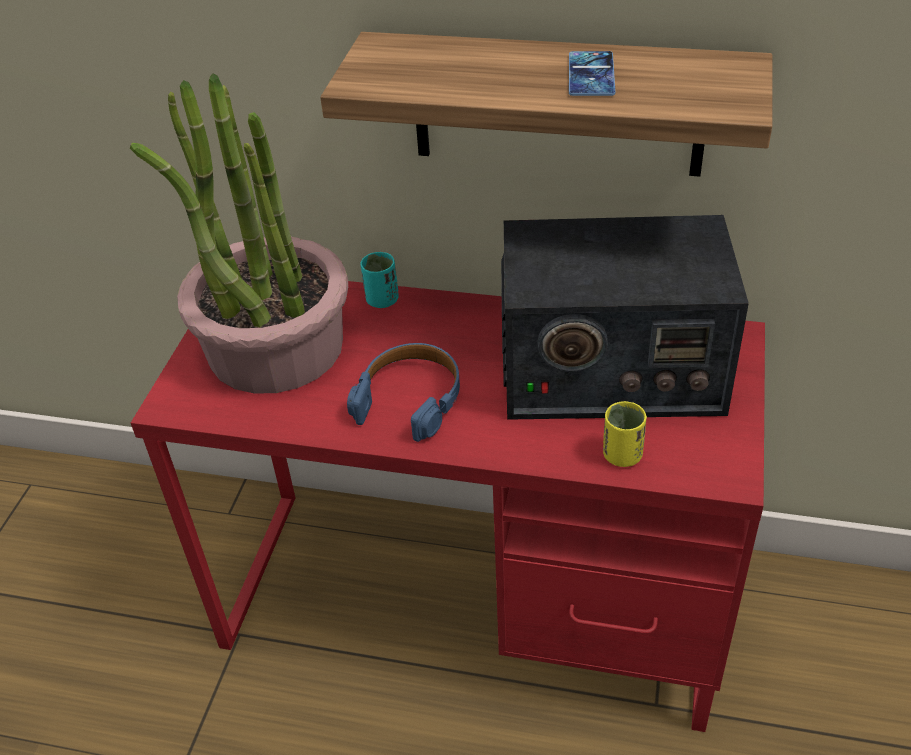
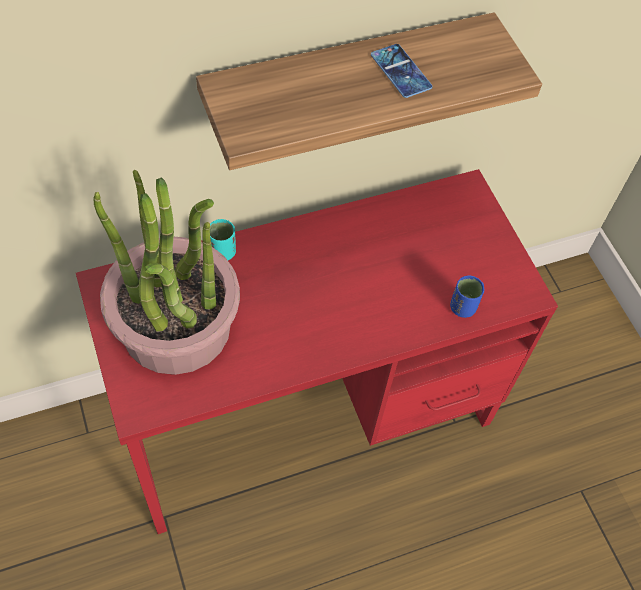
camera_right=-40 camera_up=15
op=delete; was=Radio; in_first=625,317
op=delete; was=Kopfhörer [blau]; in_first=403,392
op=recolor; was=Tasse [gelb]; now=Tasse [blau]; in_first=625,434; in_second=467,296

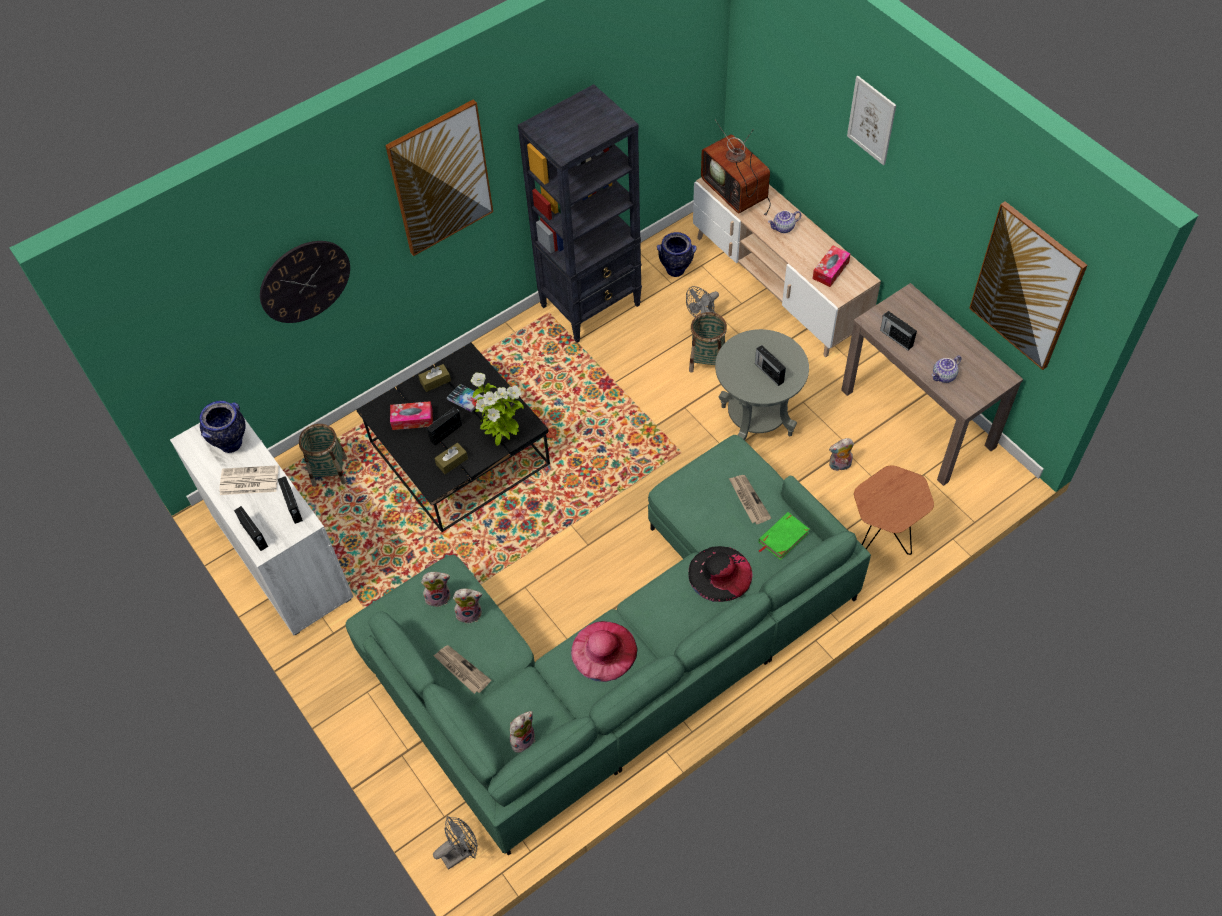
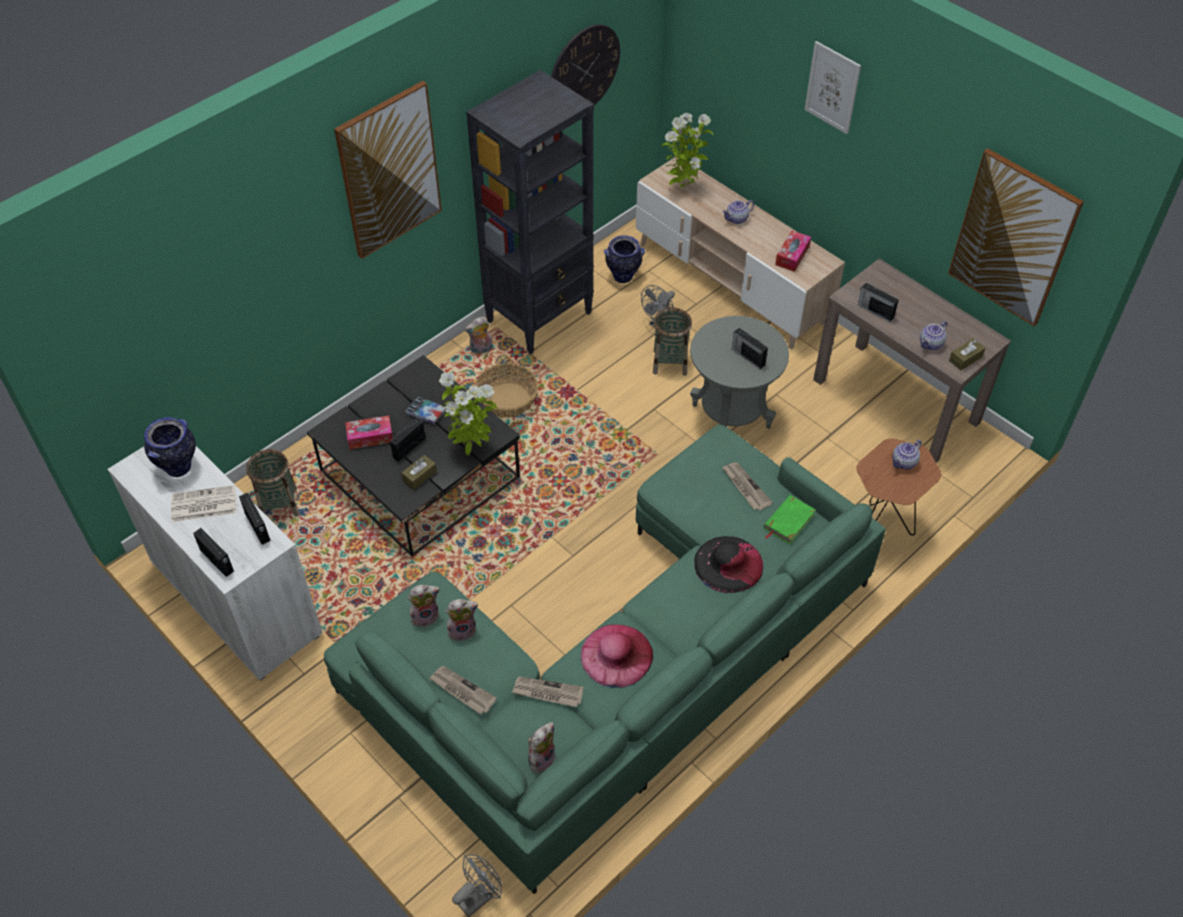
camera_right=-10 camera_up=-5
op=replace; was=Fernseher; now=Topfpflanze; in_first=736,168; in_second=687,151
op=move; was=Wanduhr; in_first=305,282; in_second=585,64
op=move; was=Taschentuchbox [braun]; in_first=434,378; in_second=967,354
op=move; was=Plüschtier; in_first=841,454; in_second=478,335
op=insert; now=Korb; in_second=507,390
op=insert; now=Teekanne; in_second=907,454
op=insert; now=Zeitung; in_second=548,692

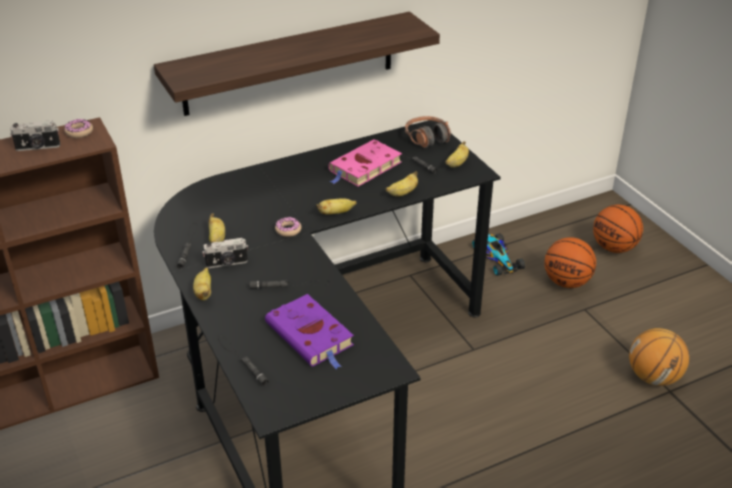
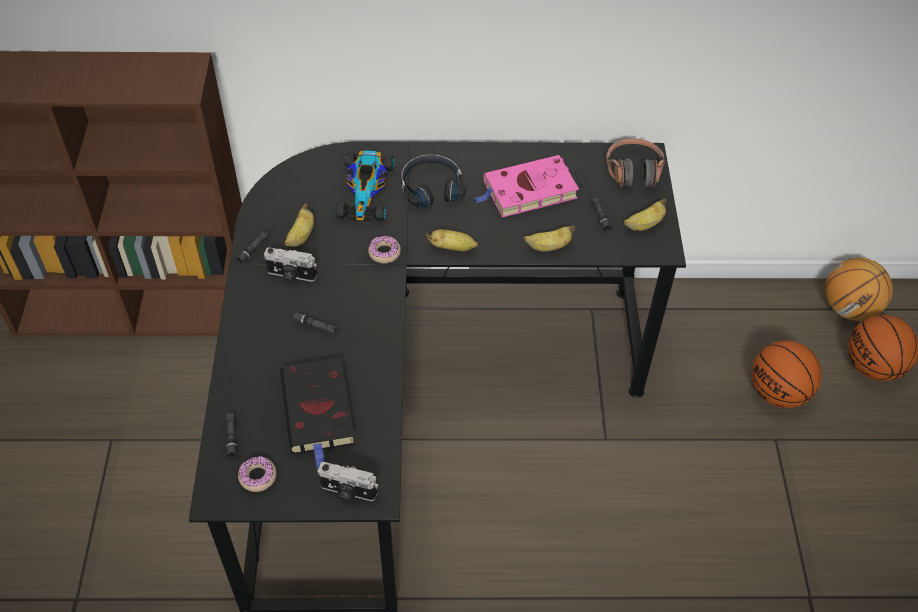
camera_right=25 camera_up=15
op=delete; was=Wandregal; in_first=297,64
op=move; was=Donut; in_first=78,128; in_second=257,474
op=move; was=Kamera; in_first=35,135; in_second=347,481
op=move; was=Spielzeugauto; in_first=498,254; in_second=364,186
op=delete; was=Banane; in_first=202,284
op=recolor; was=Buch [lila]; now=Buch [schwarz]; in_first=309,331; in_second=317,413
op=move; was=Basketball; in_first=659,357; in_second=859,289
op=insert; now=Kopfhörer [schwarz]; in_second=433,181

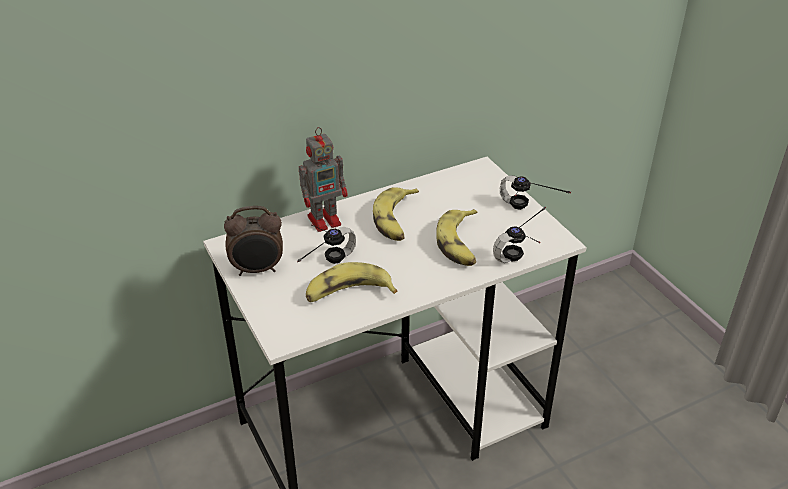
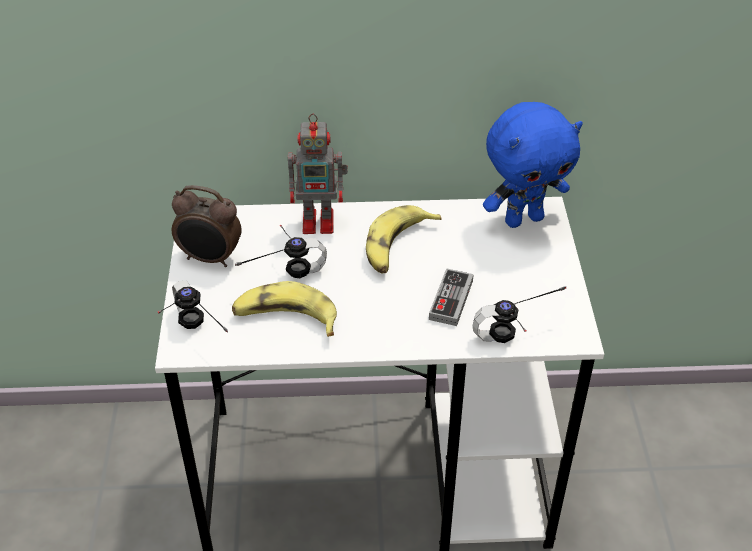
camera_right=25 camera_up=5
op=move; was=Kopfhörer; in_first=535,192; in_second=193,307
op=replace; was=Banane; now=Gamepad; in_first=457,237; in_second=451,297
op=insert; now=Plüschtier [blau]; in_second=533,165

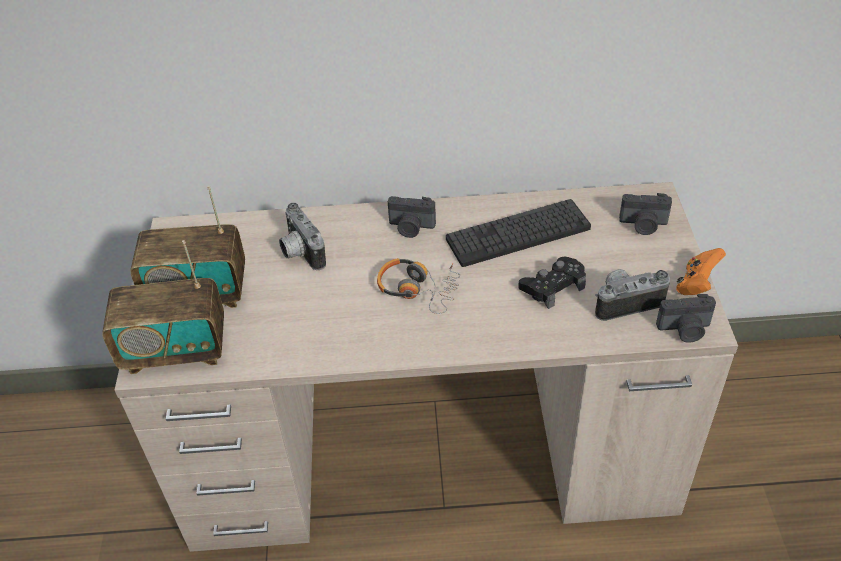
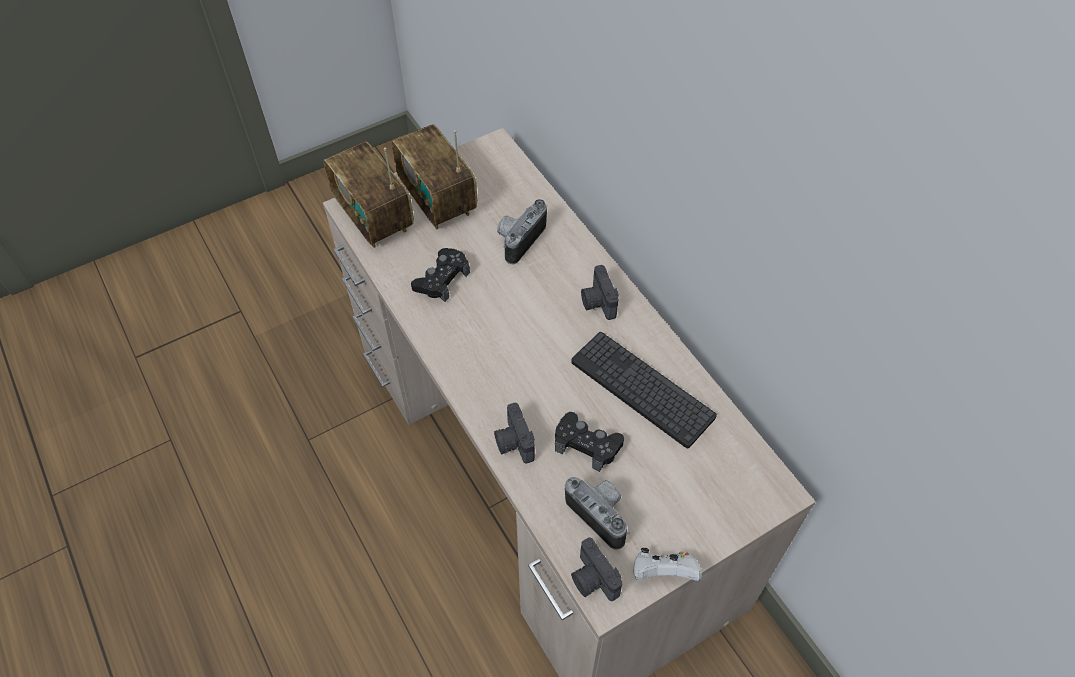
camera_right=60 camera_up=10
op=move; was=Kamera; in_first=645,214; in_second=514,433
op=recolor; was=Gamepad [orange]; now=Gamepad [weiß]; in_first=701,271; in_second=667,564
op=delete; was=Kopfhörer; in_first=418,286
op=insert; now=Gamepad [schwarz]; in_second=440,275

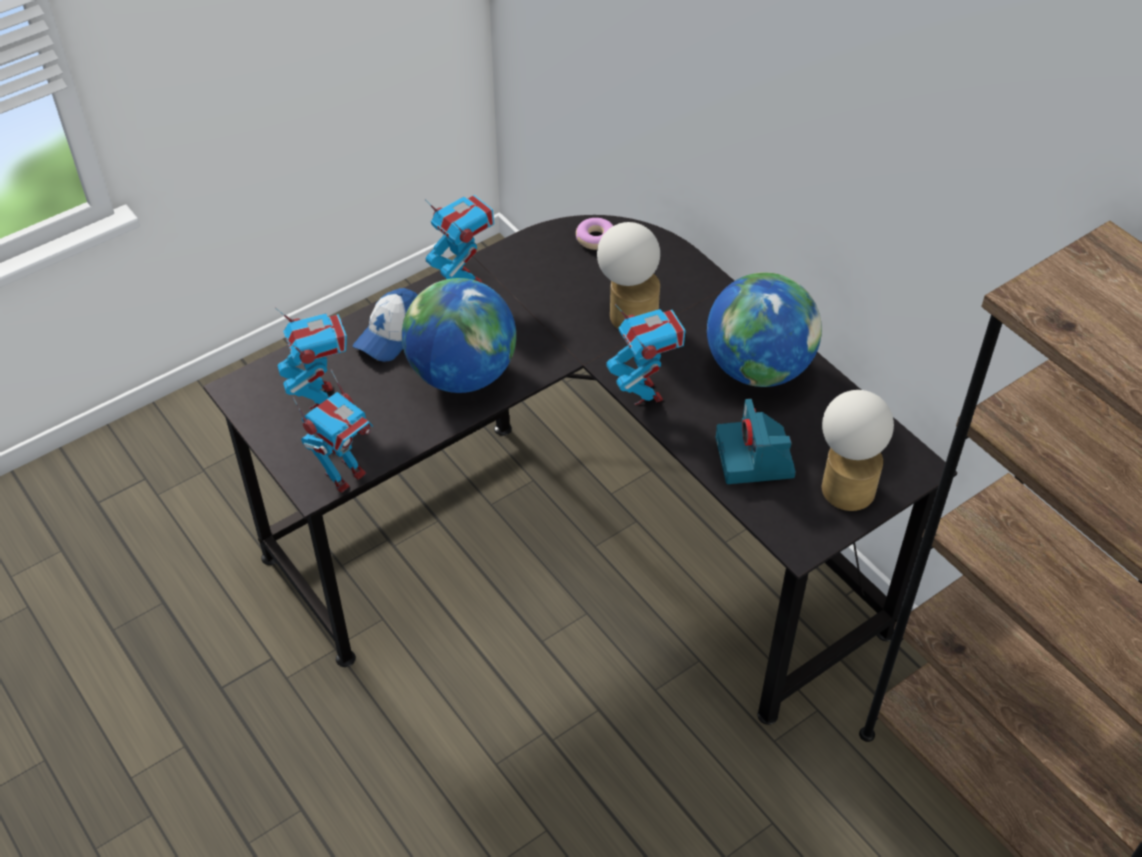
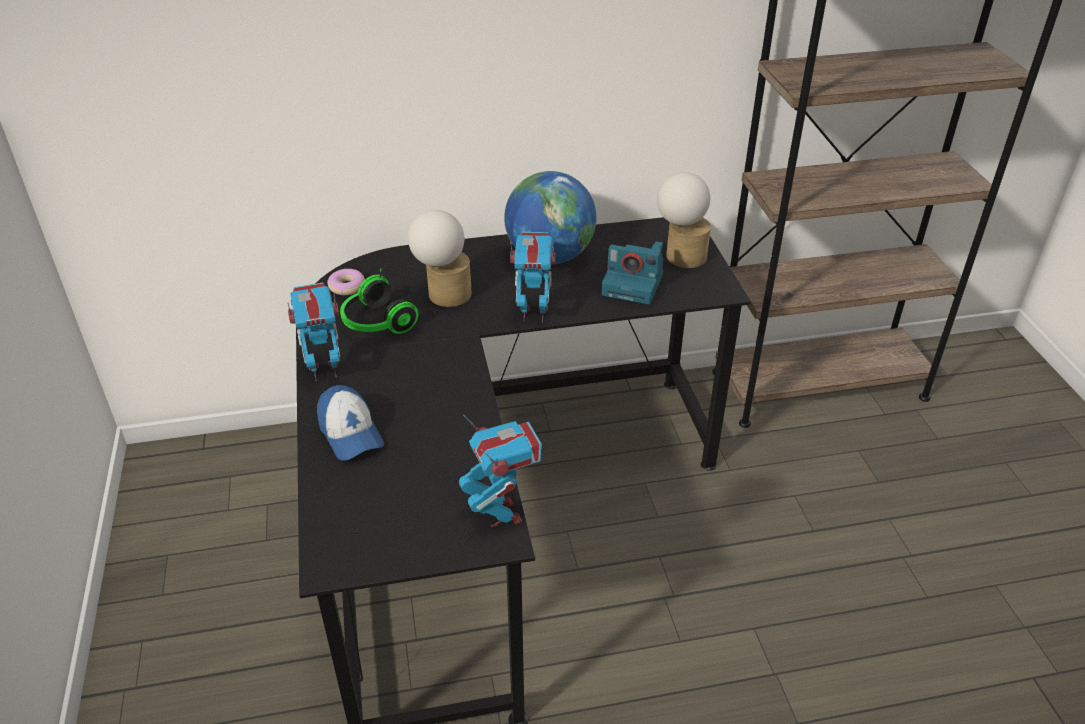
camera_right=-65 camera_up=-10
op=delete; was=Globus; in_first=459,335
op=delete; was=Spielzeugroboter; in_first=311,358
op=insert; now=Kopfhörer; in_second=379,301

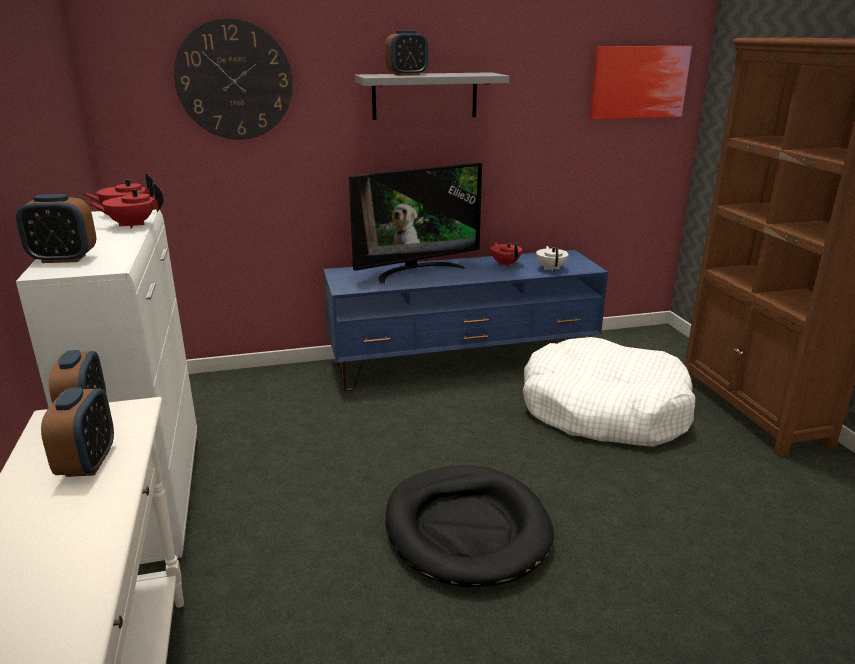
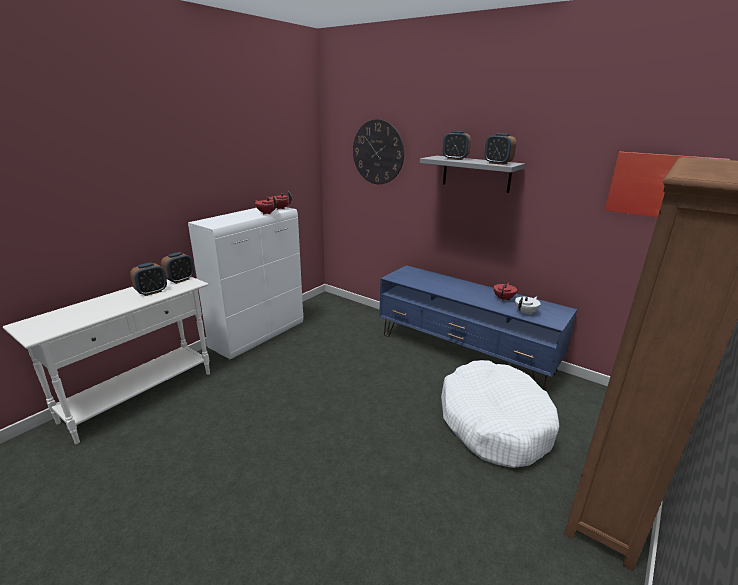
camera_right=50 camera_up=0
op=delete; was=Fernseher; in_first=415,223
op=move; was=Wecker; in_first=56,228; in_second=500,149
op=delete; was=Hundebett [schwarz]; in_first=469,526

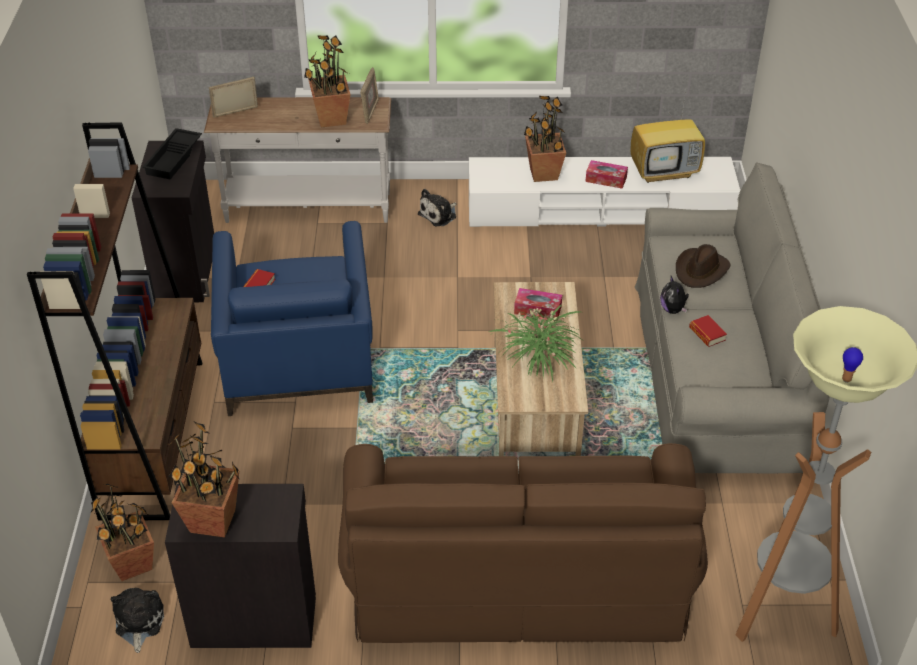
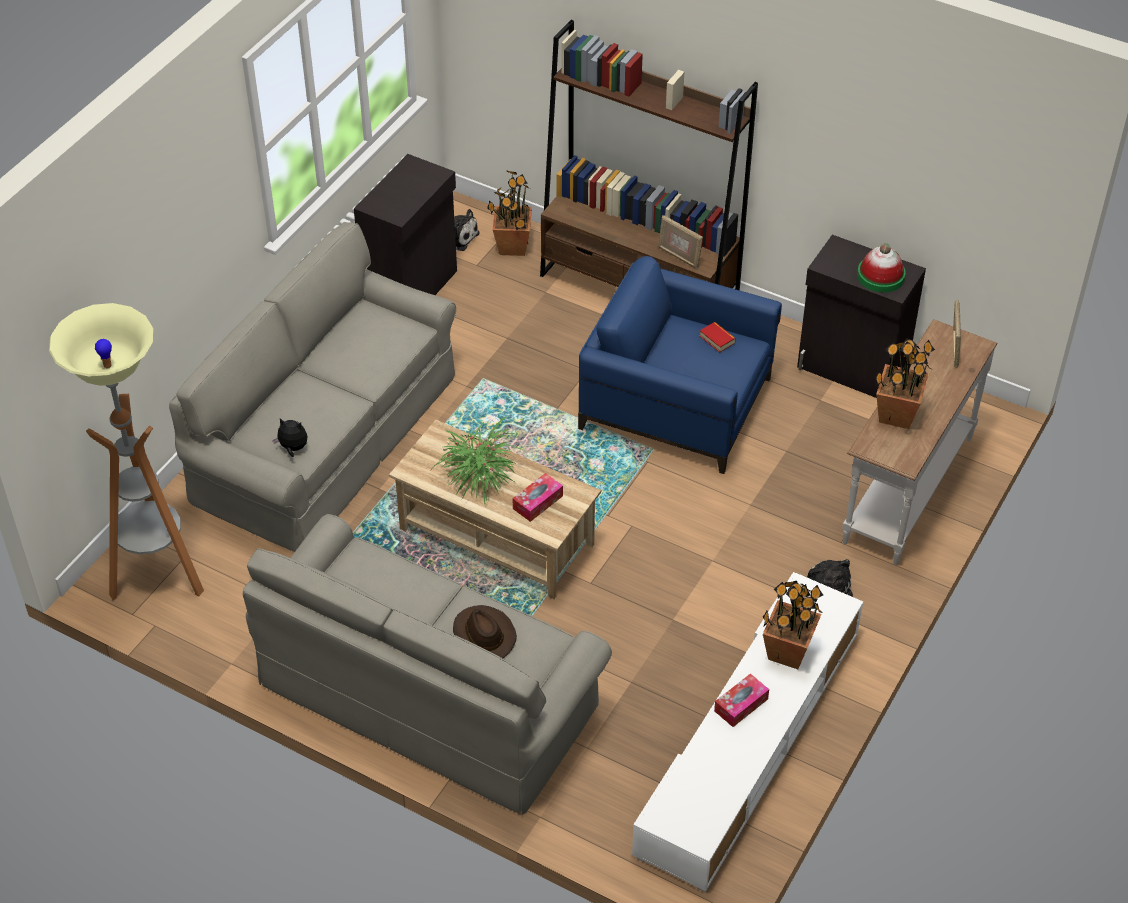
camera_right=120 camera_up=5
op=move; was=Bilderrahmen; in_first=369,96; in_second=680,242
op=delete; was=Fernseher; in_first=667,136
op=replace; was=Tablett [schwarz]; now=Hut; in_first=172,153; in_second=881,268
op=move; was=Plüschtier; in_first=674,295; in_second=290,437
op=delete; was=Buch; in_first=708,331
op=delete; was=Topfpflanze; in_first=204,480
op=recolor; was=Sofa [braun]; now=Sofa [grau]; in_first=523,543; in_second=312,387

